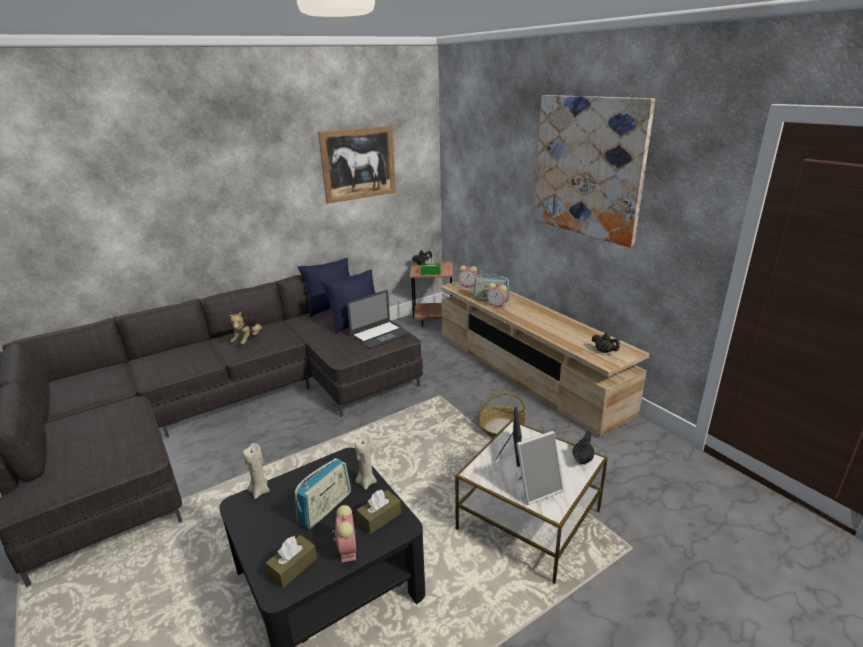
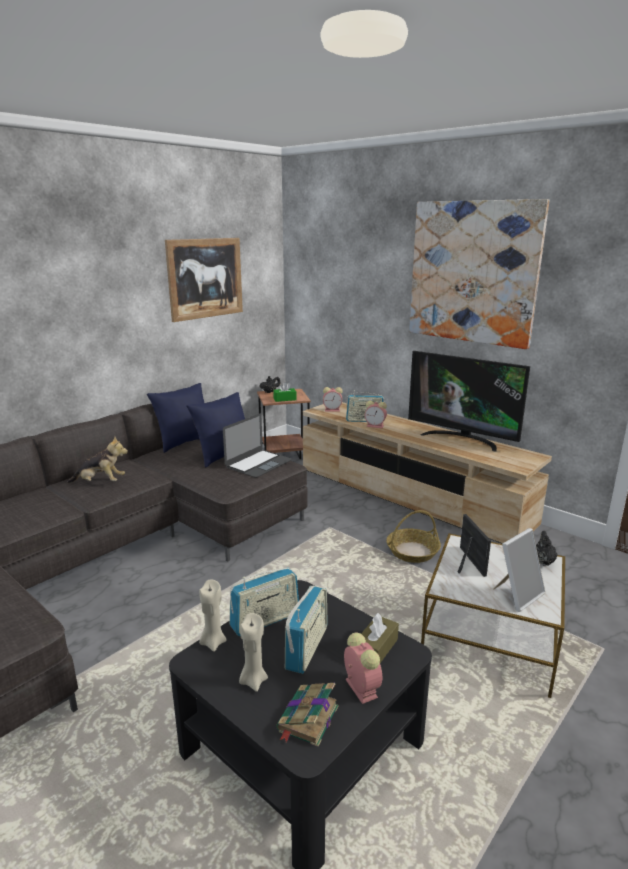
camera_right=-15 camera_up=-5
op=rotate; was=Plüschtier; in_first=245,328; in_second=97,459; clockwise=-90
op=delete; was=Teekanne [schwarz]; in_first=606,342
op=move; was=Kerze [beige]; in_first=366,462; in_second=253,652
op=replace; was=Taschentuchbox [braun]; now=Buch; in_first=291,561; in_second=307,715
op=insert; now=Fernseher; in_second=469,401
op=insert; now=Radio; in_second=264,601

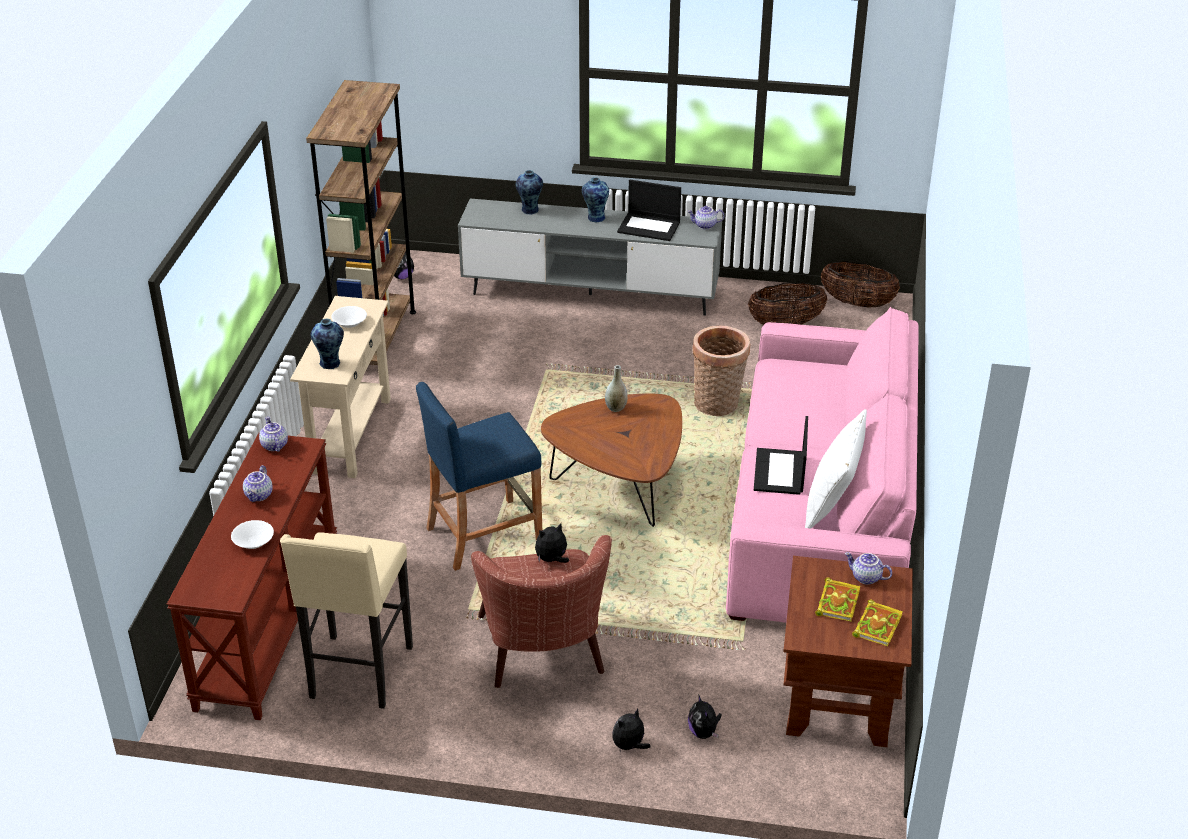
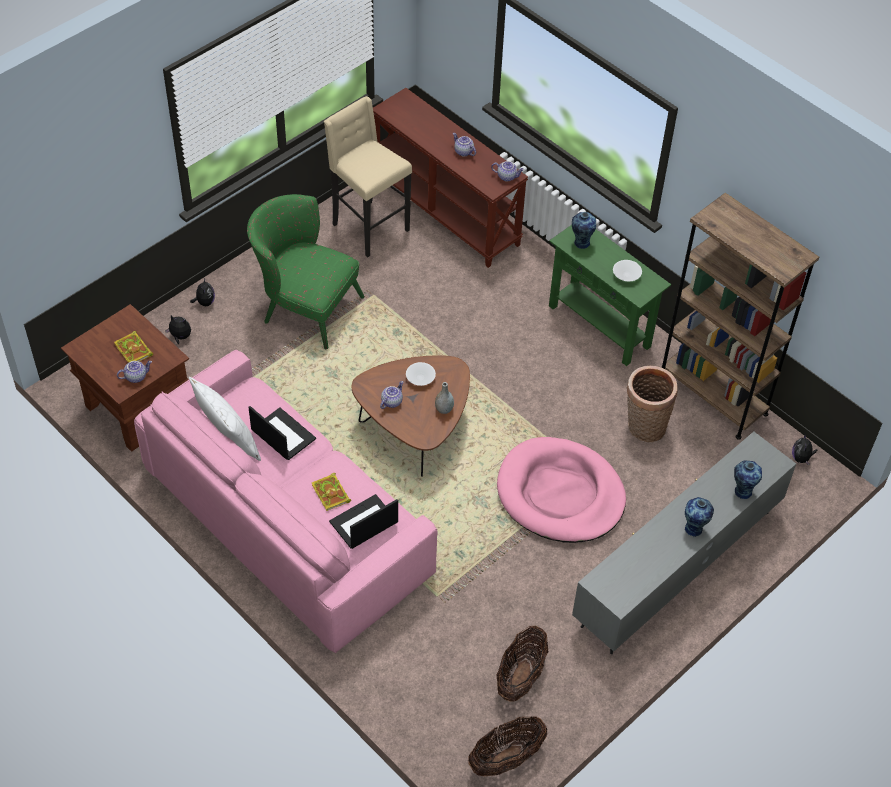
camera_right=125 camera_up=15
op=move; was=Laptop; in_first=649,210; in_second=363,521
op=move; was=Teekanne; in_first=706,217; in_second=391,395
op=recolor; was=Konsolentisch [beige]; now=Konsolentisch [grün]; in_first=340,387; in_second=610,295
op=move; was=Korb; in_first=721,371; in_second=652,404
op=delete; was=Hocker [blau]; in_first=479,476
op=move; was=Schüssel [weiß]; in_first=252,534; in_second=421,374
op=delete; was=Plüschtier; in_first=552,543
op=recolor; was=Sessel [braun]; now=Sessel [grün]; in_first=541,611; in_second=305,271
op=move; was=Buch; in_first=877,622; in_second=331,492
op=insert; now=Hundebett [rosa]; in_second=561,490

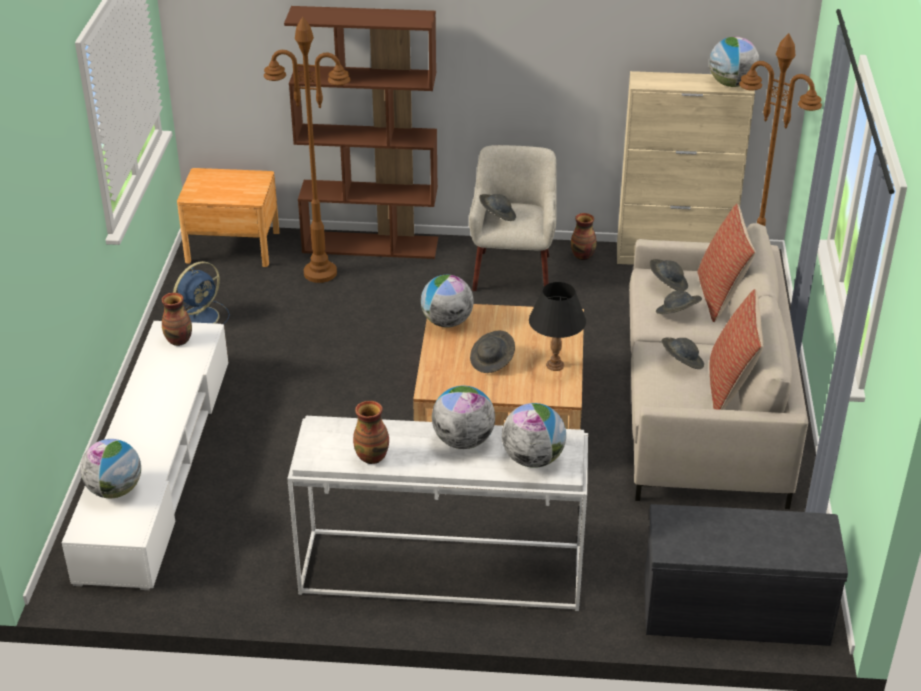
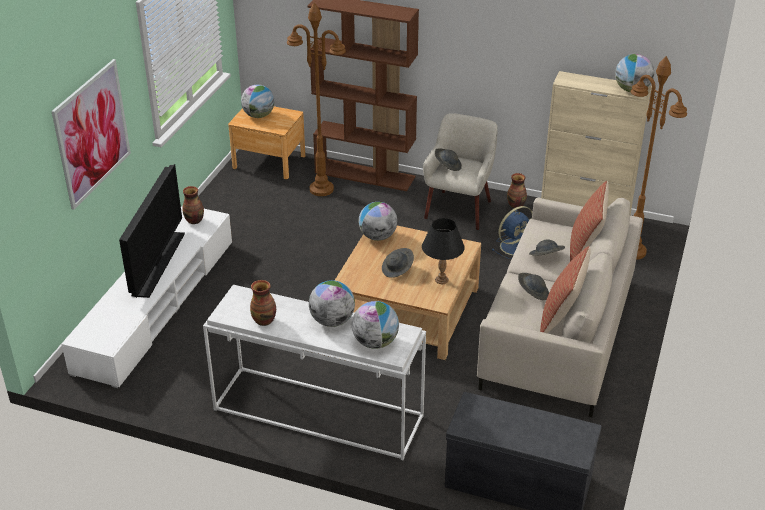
camera_right=15 camera_up=0
op=delete; was=Hut [grau]; in_first=669,275
op=move; was=Ventilator [blau]; in_first=201,292; in_second=512,232
op=move; was=Globus; in_first=110,468; in_second=257,101
op=insert; now=Bild; in_second=91,134
op=insert; now=Fernseher; in_second=152,231

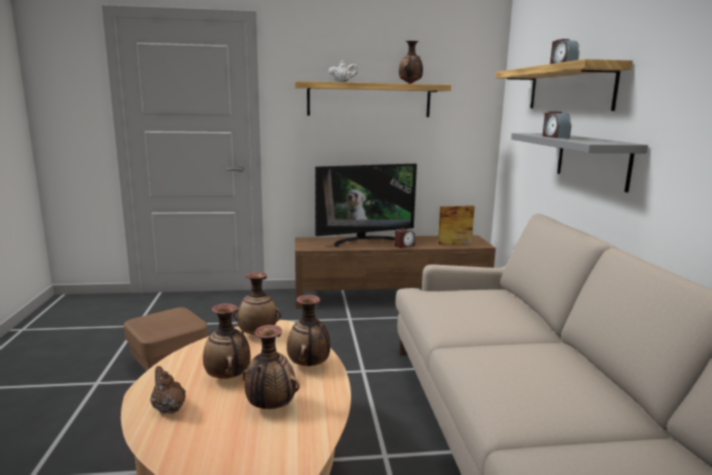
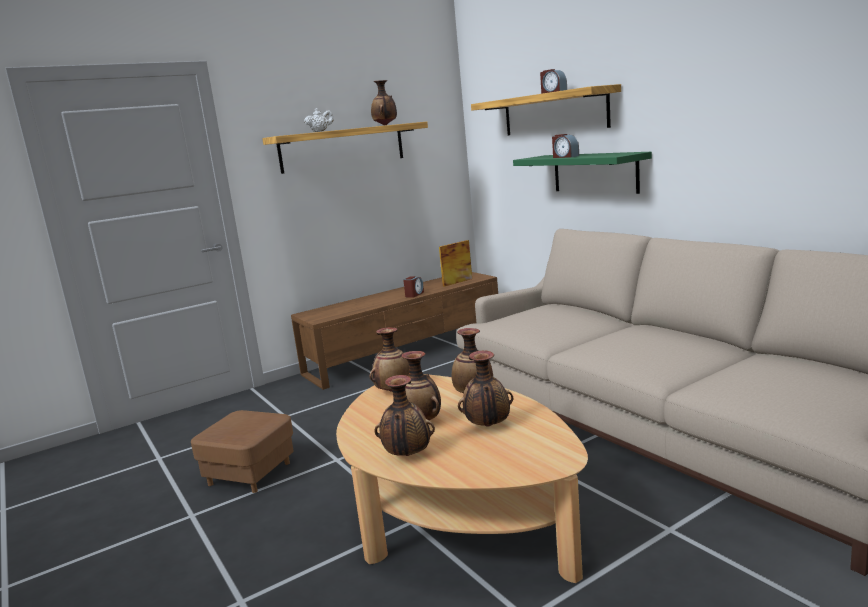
camera_right=-25 camera_up=0
op=recolor; was=Wandregal [grau]; now=Wandregal [grün]; in_first=579,163; in_second=582,173
op=delete; was=Fernseher; in_first=366,205
op=replace; was=Teekanne [braun]; now=Vase; in_first=168,390; in_second=405,415

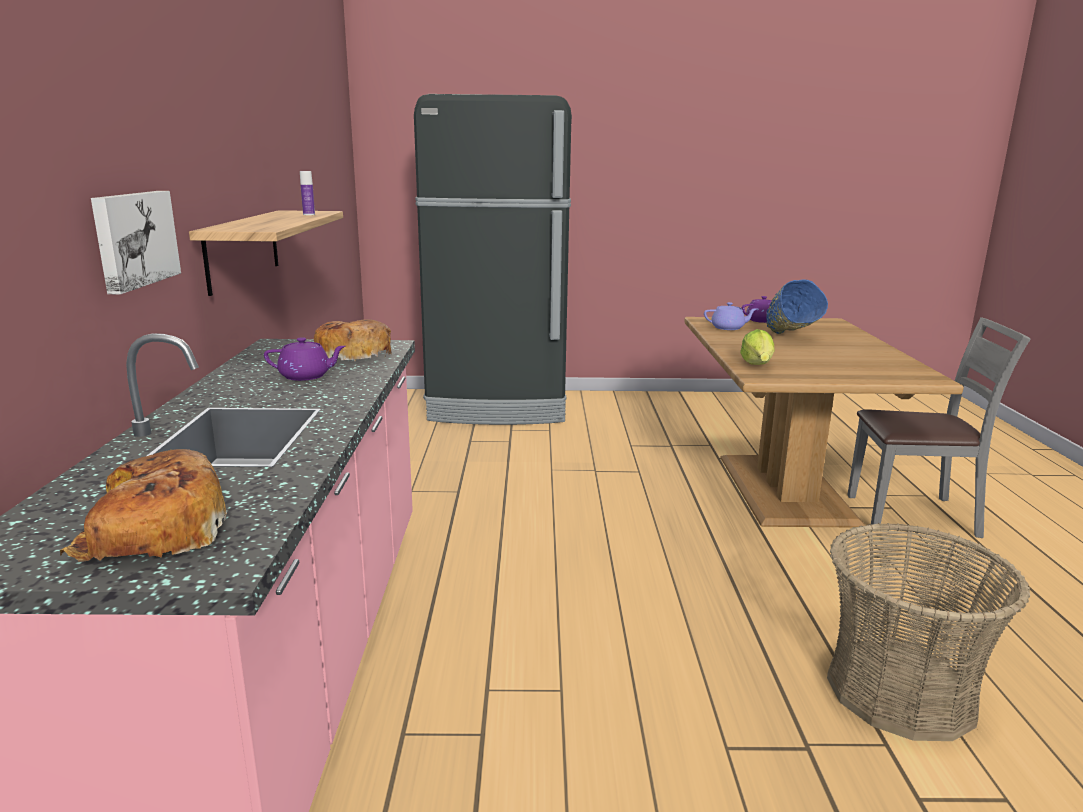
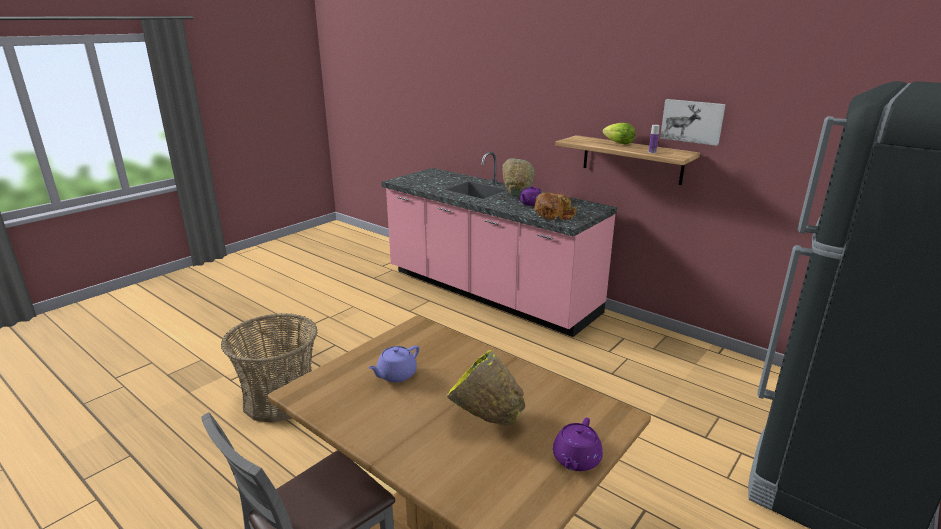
camera_right=130 camera_up=5
op=move; was=Bild; in_first=136,242; in_second=693,122
op=recolor; was=Schüssel [blau]; now=Schüssel [gelb]; in_first=797,306; in_second=485,387
op=move; was=Teekanne [lila]; in_first=730,316; in_second=394,364
op=move; was=Salatkopf; in_first=757,347; in_second=618,134
op=delete; was=Brot; in_first=143,505
op=insert; now=Schüssel [grün]; in_second=518,177

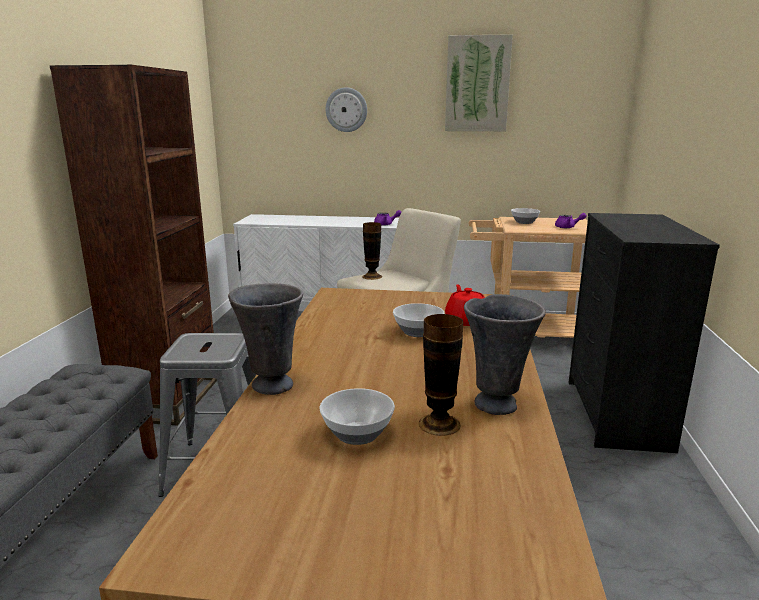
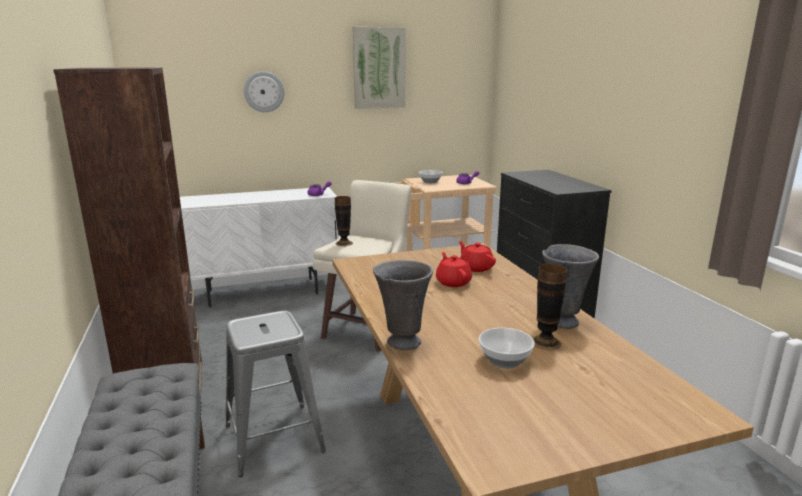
camera_right=-25 camera_up=0
op=replace; was=Schüssel; now=Teekanne [rot]; in_first=419,320; in_second=454,269

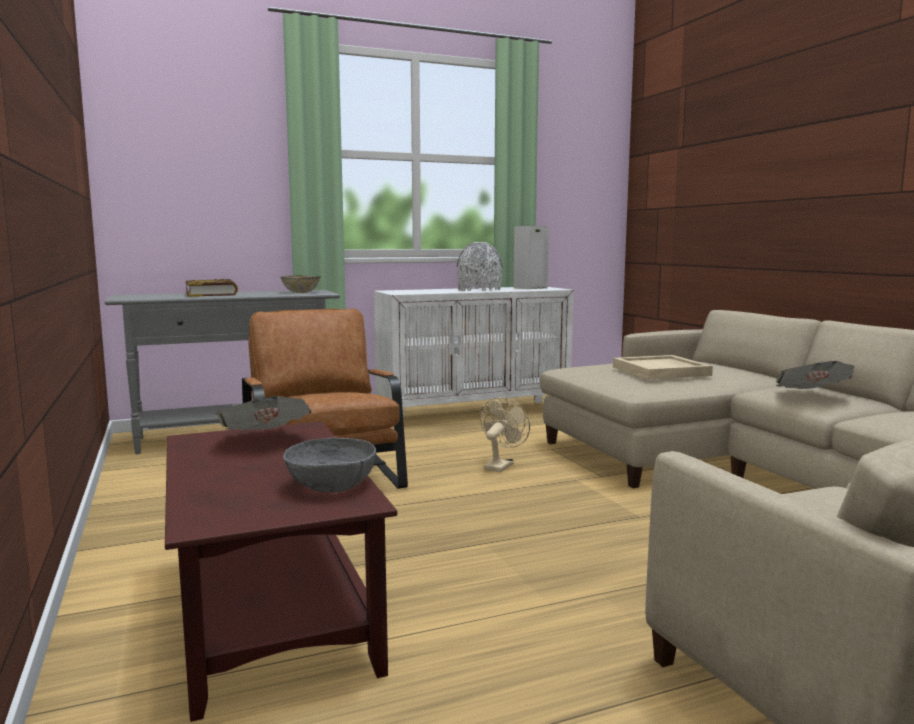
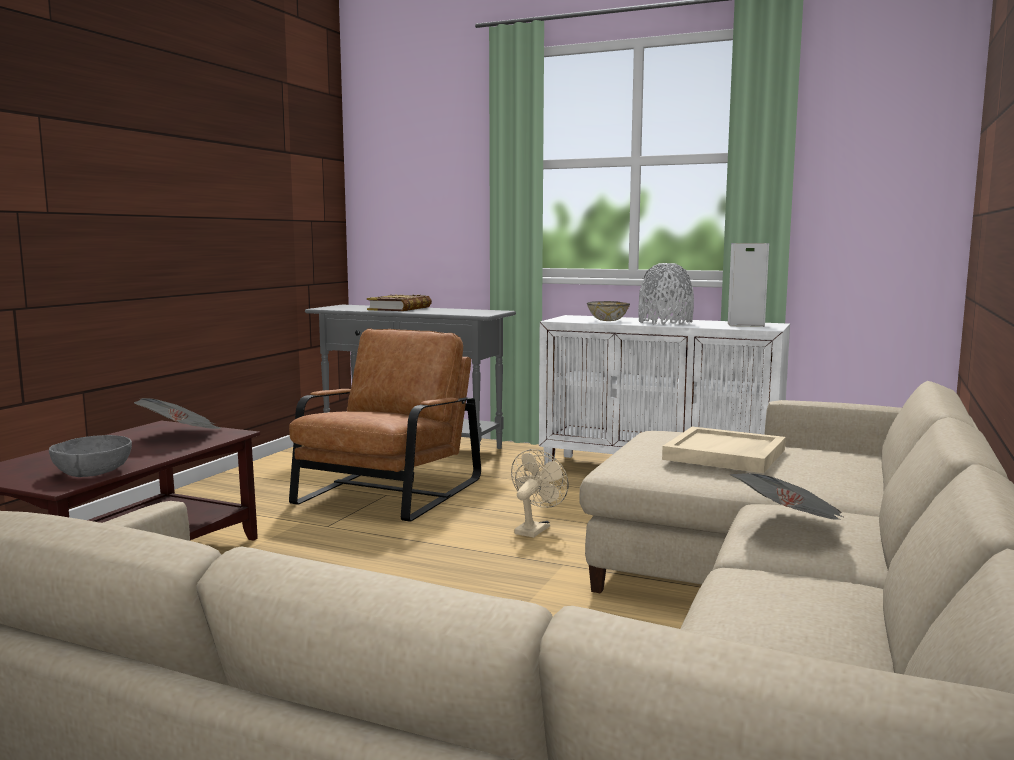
camera_right=45 camera_up=0
op=move; was=Schüssel; in_first=300,284; in_second=608,311
op=rotate; was=Ventilator [beige]; in_first=505,434; in_second=540,493; clockwise=-45

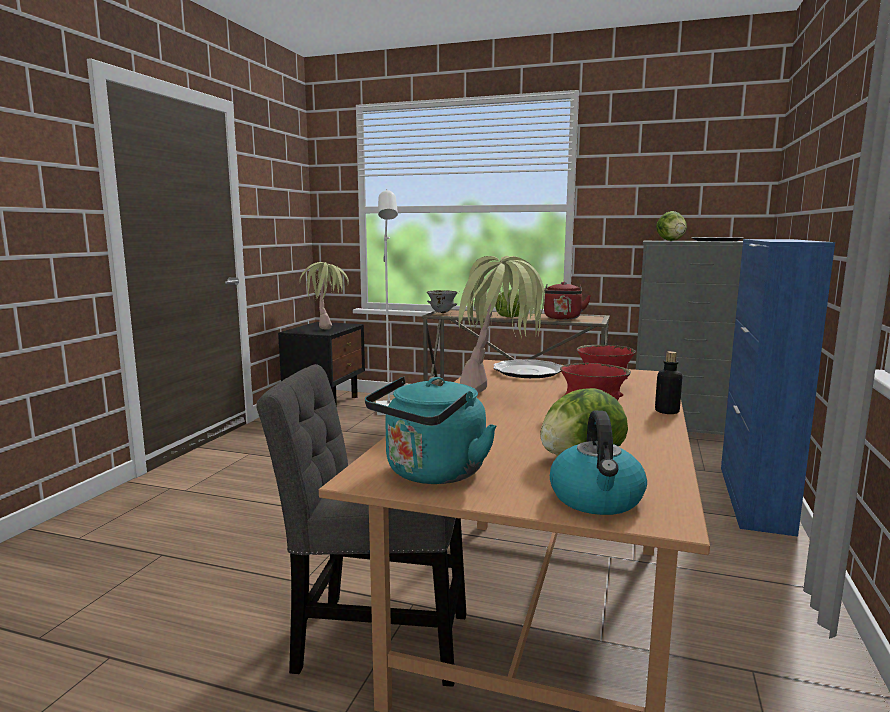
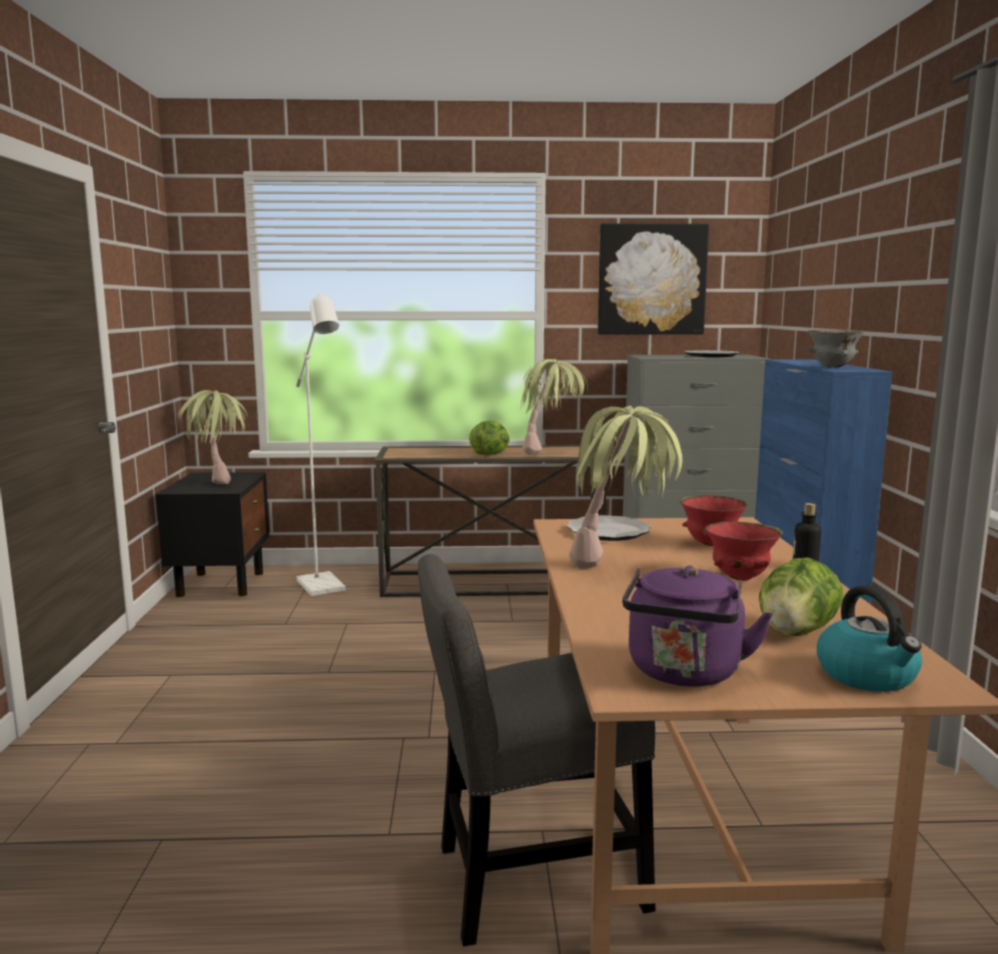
camera_right=-20 camera_up=0
op=delete; was=Salatkopf; in_first=671,226
op=replace; was=Wasserkessel [rot]; now=Topfpflanze; in_first=567,300; in_second=554,407
op=move; was=Schüssel [grau]; in_first=442,301; in_second=835,349
op=recolor; was=Wasserkessel [türkis]; now=Wasserkessel [lila]; in_first=430,430; in_second=697,626
op=insert; now=Bild; in_second=653,278

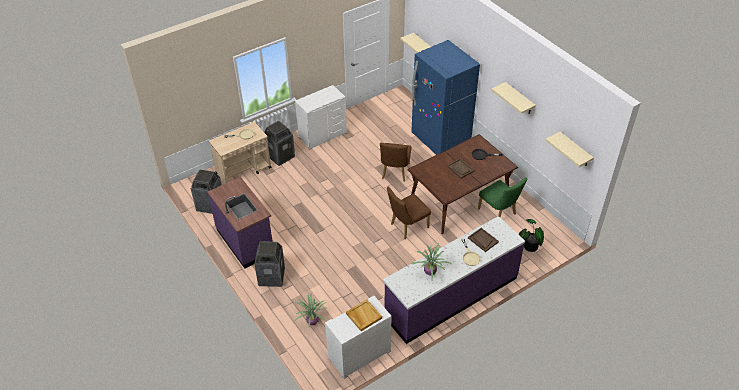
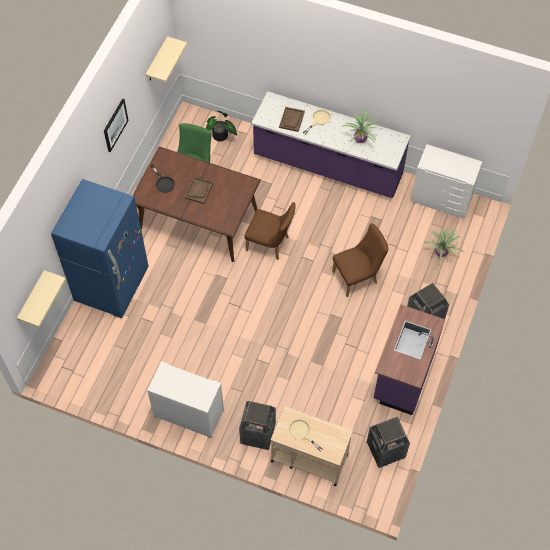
camera_right=-125 camera_up=15
op=replace; was=Wandregal [beige]; now=Bild; in_first=513,98; in_second=116,125
op=move; was=Stuhl [braun]; in_first=395,162; in_second=360,260
op=delete; was=Tablett [beige]; in_first=364,315

